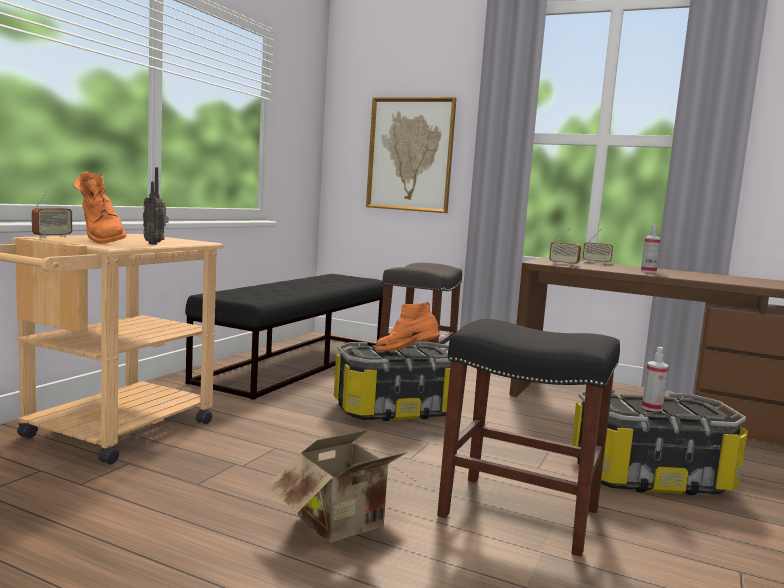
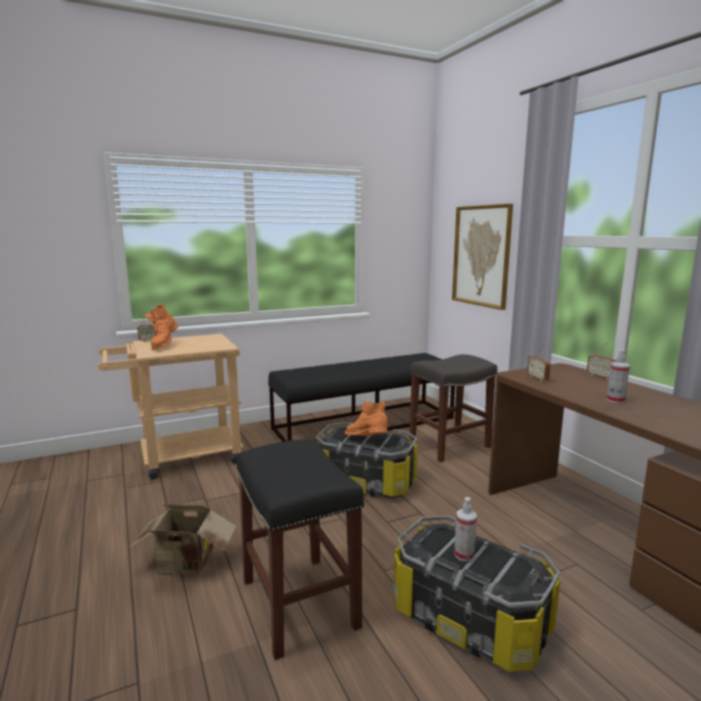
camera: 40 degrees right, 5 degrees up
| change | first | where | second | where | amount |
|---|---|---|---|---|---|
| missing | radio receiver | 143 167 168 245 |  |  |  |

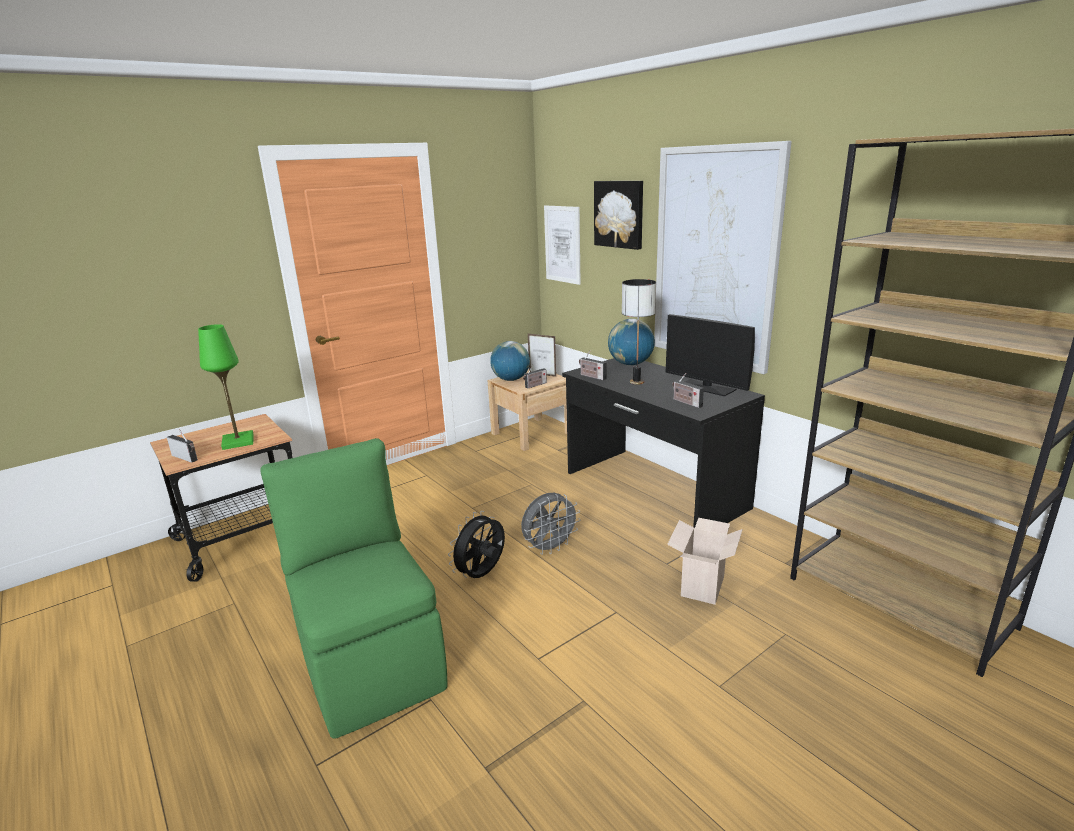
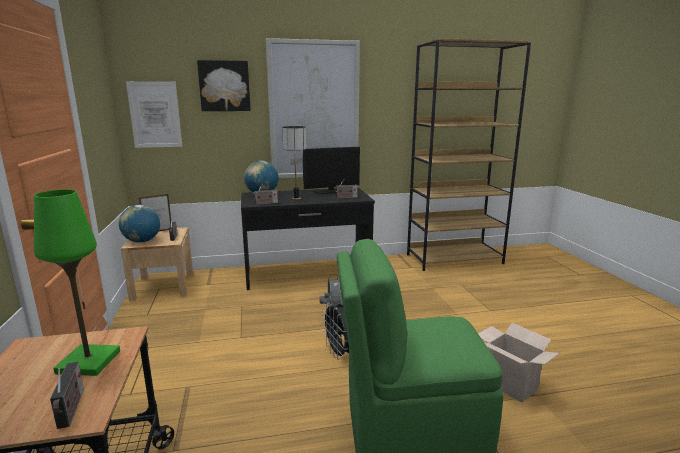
camera: 65 degrees left, 5 degrees down
| change | first | where | second | where | amount |
|---|---|---|---|---|---|
| relocated | packing box | 667 518 743 605 |  | 478 323 559 403 |  |
| spun | radio receiver | 167 429 198 463 |  | 50 362 84 429 | 105 degrees clockwise |

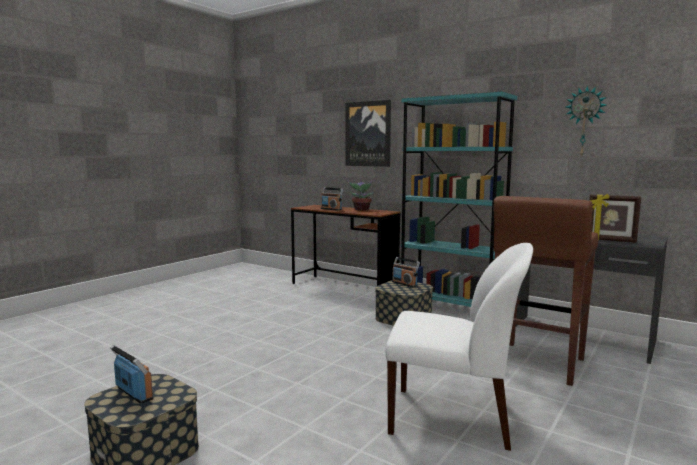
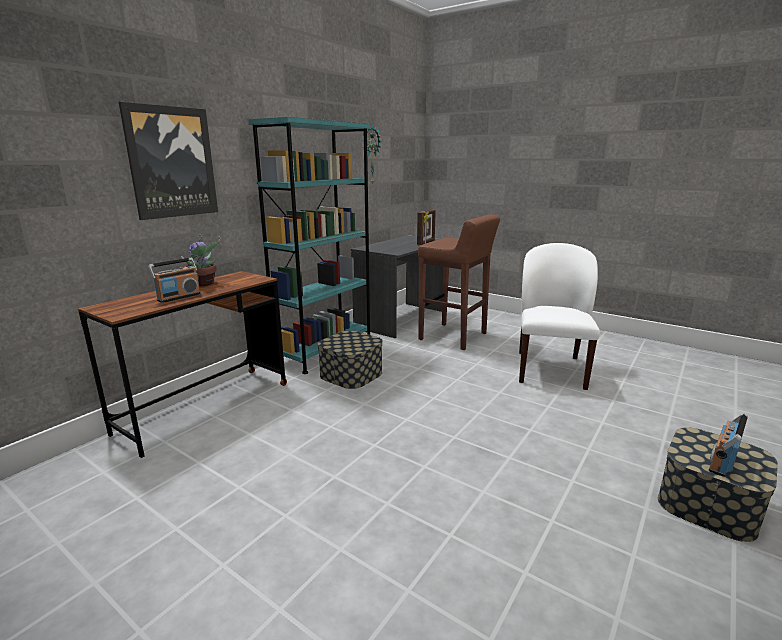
camera: 90 degrees left, 10 degrees up
| change | first | where | second | where | amount |
|---|---|---|---|---|---|
| missing | radio receiver | 392 257 420 287 |  |  |  |

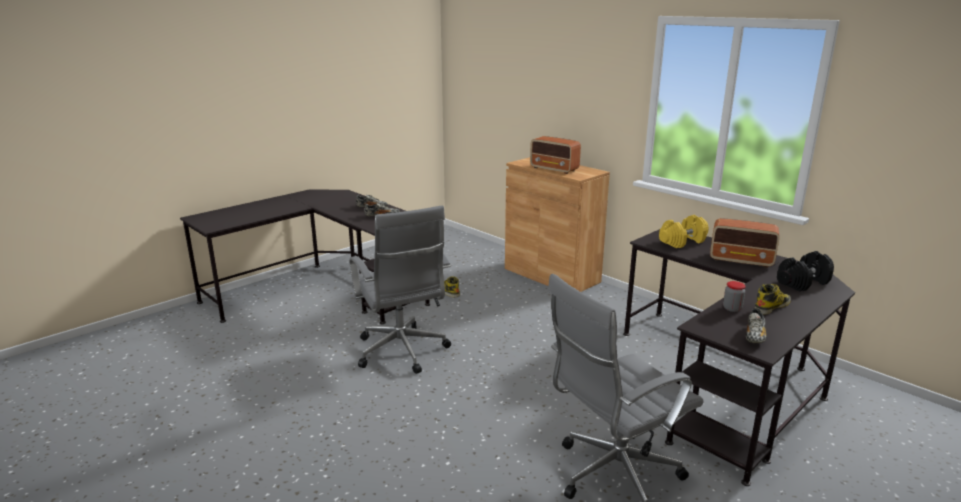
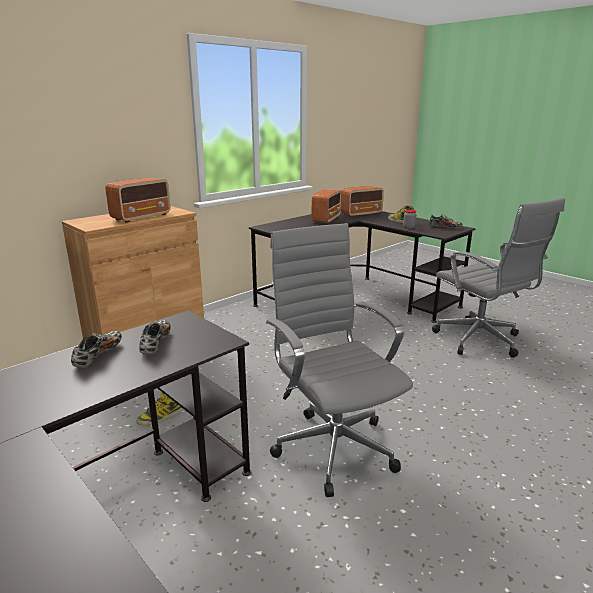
camera: 90 degrees left, 0 degrees up
| change | first | where | second | where | amount |
|---|---|---|---|---|---|
| missing | yellowish hand weight | 659 215 709 248 |  |  |  |
| exchanged | black-coloured hand weight | 777 251 834 292 | radio receiver | 341 186 384 217 |  |
| spun | grey office chair | 349 205 451 374 |  | 266 223 413 497 | 90 degrees counterclockwise |

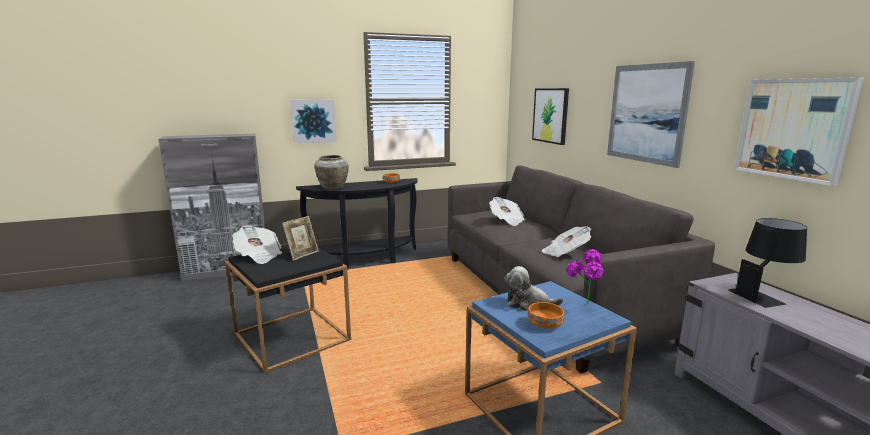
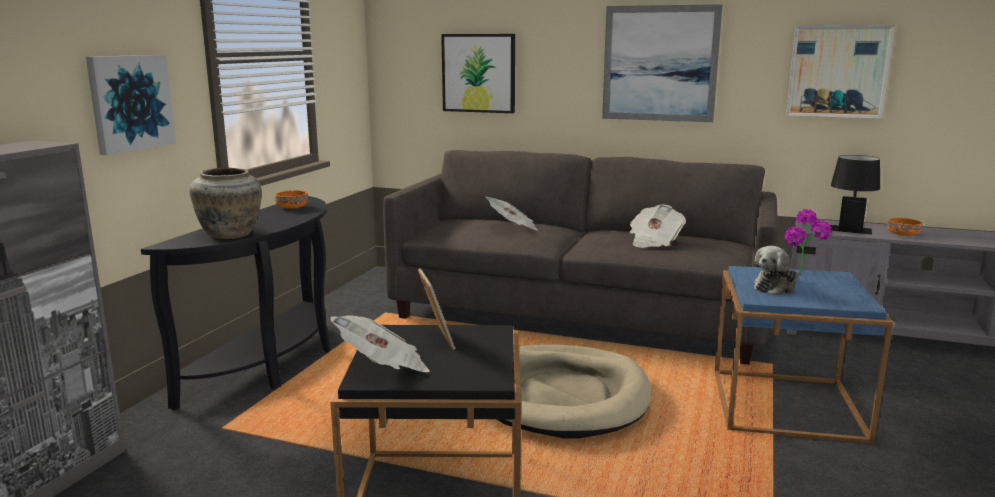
camera: 50 degrees left, 0 degrees up
| change | first | where | second | where | amount |
|---|---|---|---|---|---|
| appeared |  |  | beige dog bed | 496 345 651 438 |  |
| relocated | orange-coloured bowl | 528 302 564 329 |  | 887 218 922 236 |  |

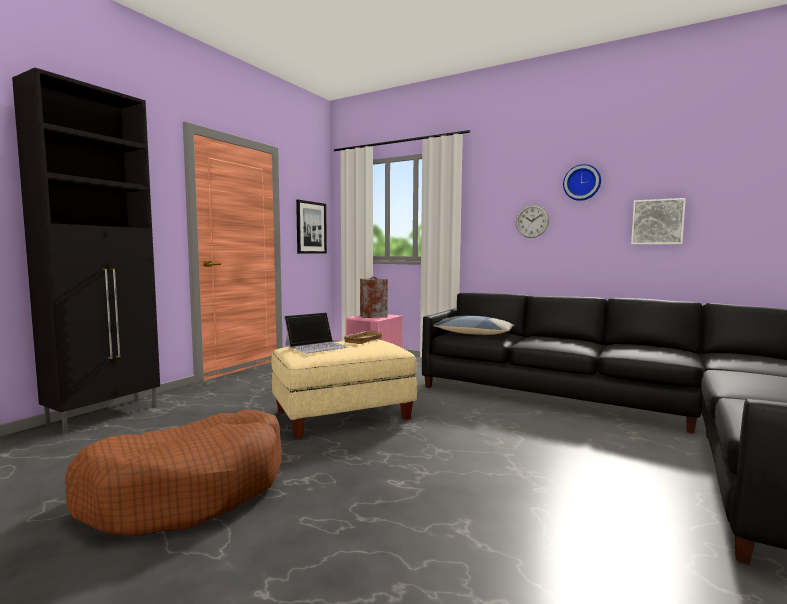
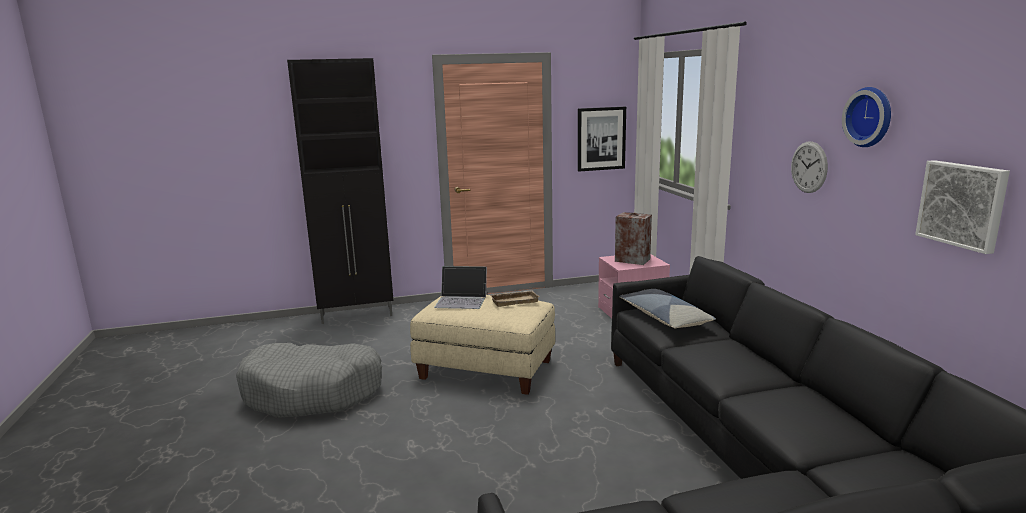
camera: 45 degrees right, 10 degrees up
| change | first | where | second | where | amount |
|---|---|---|---|---|---|
| colour | brownish dog bed | 65 410 282 536 | grey dog bed | 236 343 382 418 |  |

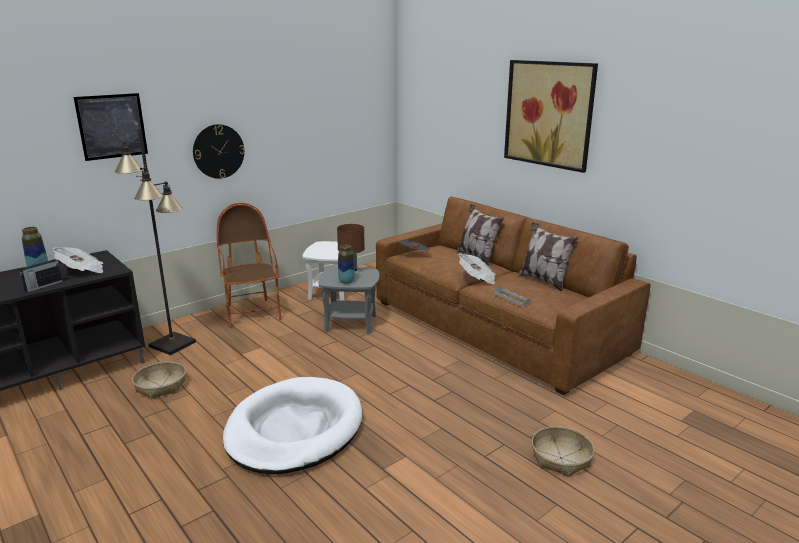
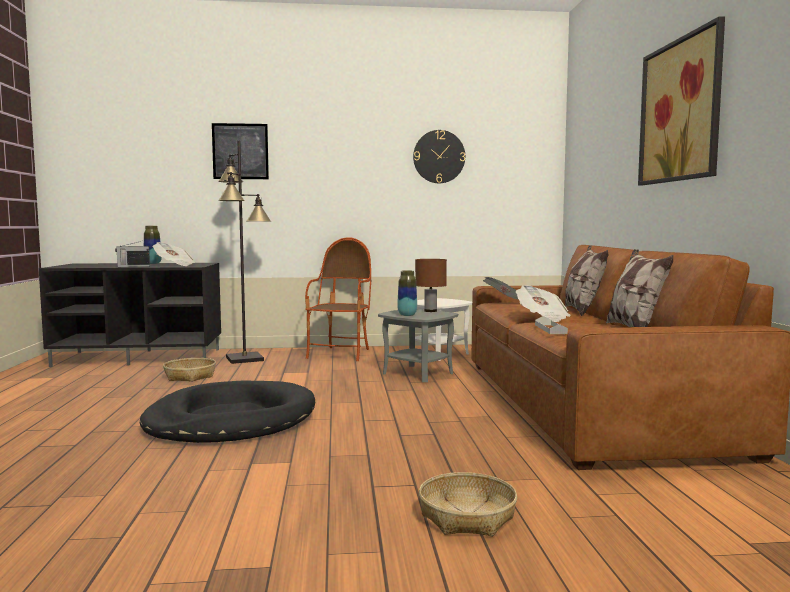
camera: 35 degrees right, 15 degrees down
| change | first | where | second | where | amount |
|---|---|---|---|---|---|
| relocated | hanging clock | 193 124 245 179 |  | 413 130 465 183 |  |
| colour | white-coloured dog bed | 223 377 362 474 | black-coloured dog bed | 140 380 315 443 |  |

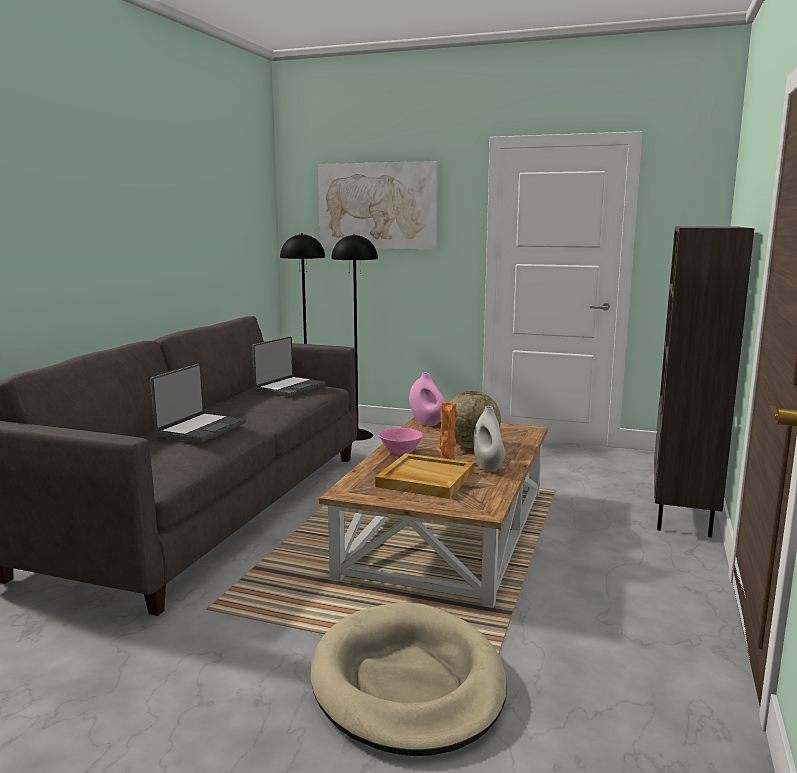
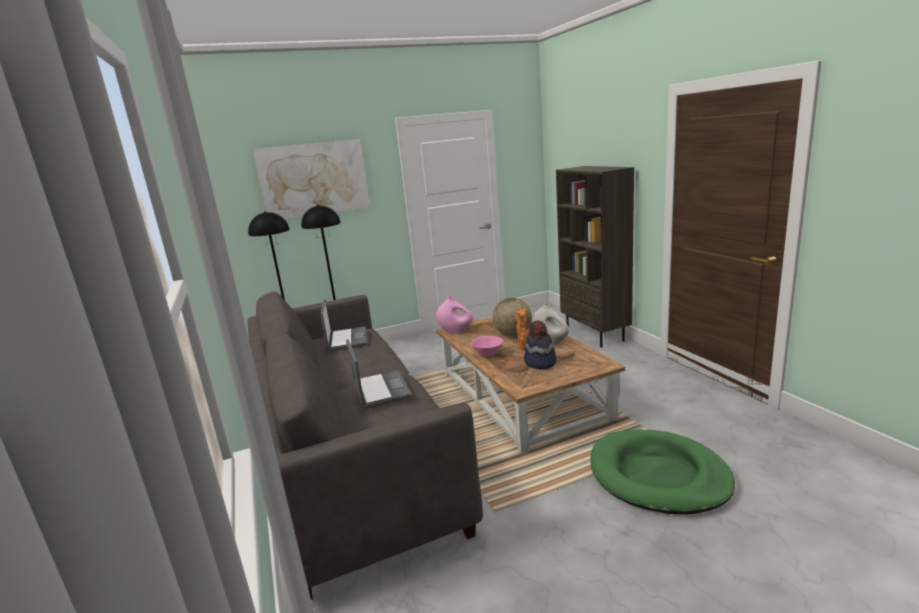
camera: 40 degrees left, 5 degrees up
| change | first | where | second | where | amount |
|---|---|---|---|---|---|
| exchanged | beige carrying tray | 375 453 474 499 | hat | 524 320 556 369 |  |
| colour | beige dog bed | 310 603 507 756 | greenish dog bed | 591 429 735 515 |  |

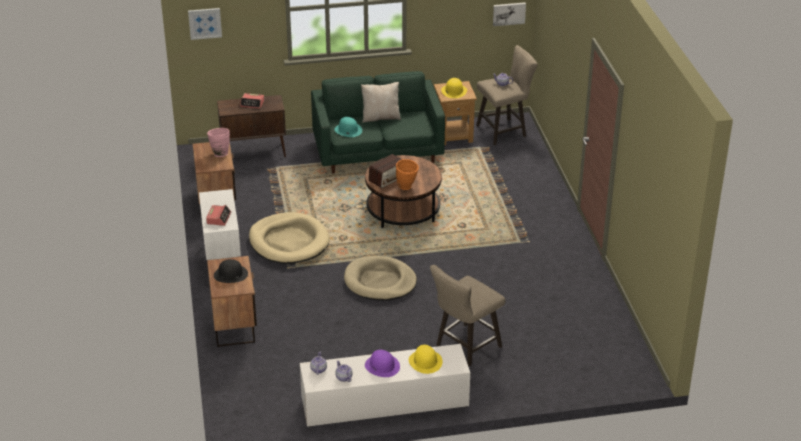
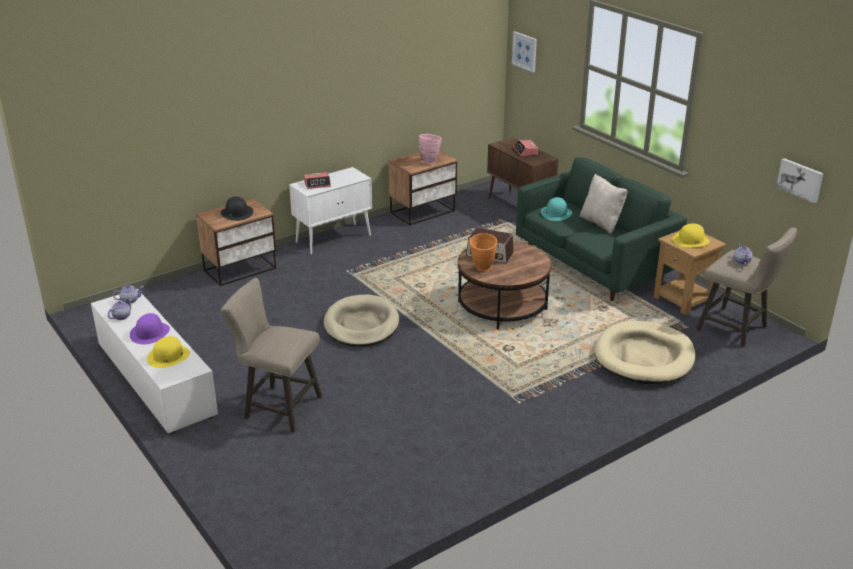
camera: 65 degrees right, 5 degrees down
| change | first | where | second | where | amount |
|---|---|---|---|---|---|
| relocated | beige dog bed | 249 212 330 264 |  | 594 321 695 384 |  |

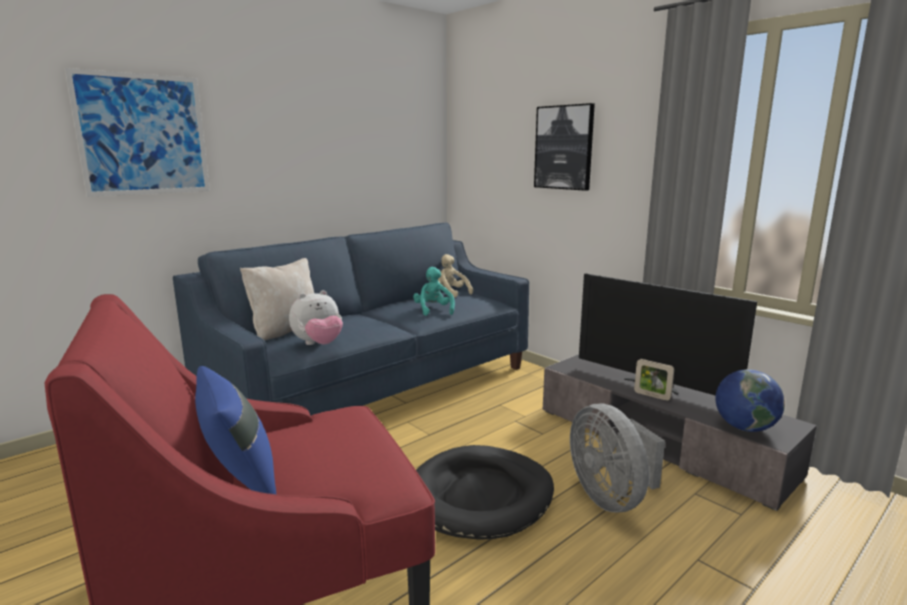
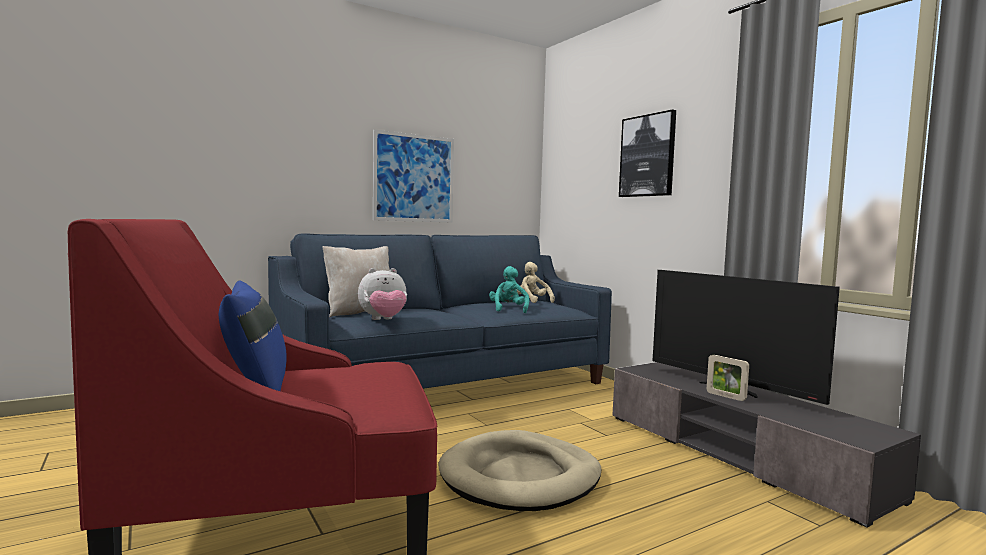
camera: 10 degrees right, 10 degrees down
| change | first | where | second | where | amount |
|---|---|---|---|---|---|
| missing | grey cooling fan | 570 403 665 512 |  |  |  |
| missing | desk globe | 715 369 785 432 |  |  |  |
| relocated | picture | 65 68 210 197 |  | 373 129 454 223 |  |
| colour | black-coloured dog bed | 416 445 554 540 | beige dog bed | 439 430 601 511 |  |

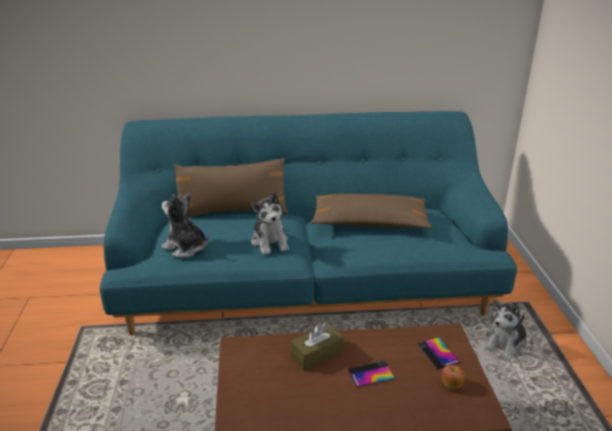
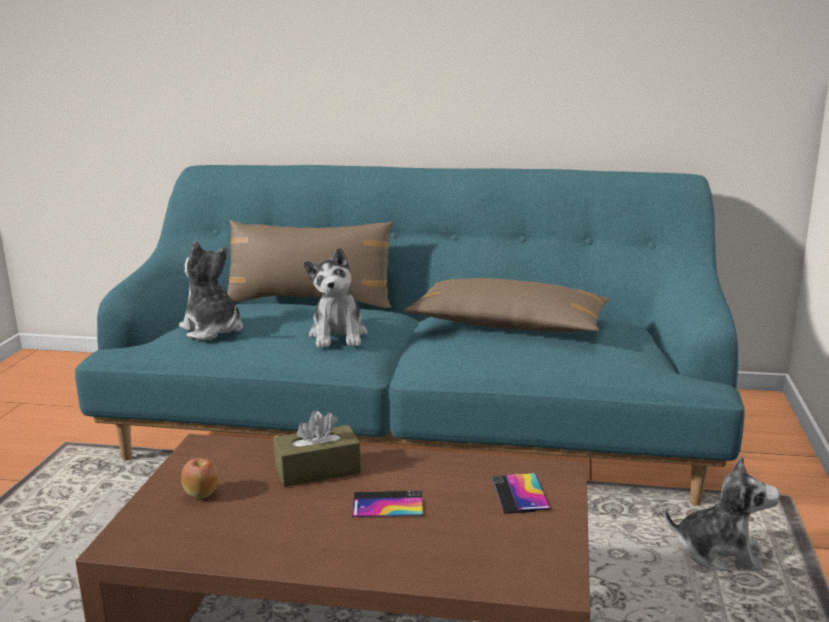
camera: 15 degrees right, 10 degrees down
| change | first | where | second | where | amount |
|---|---|---|---|---|---|
| relocated | apple | 442 364 465 389 |  | 181 458 218 499 |  |
| spun | cuddly toy | 484 299 527 361 |  | 664 456 780 571 | 135 degrees counterclockwise |

